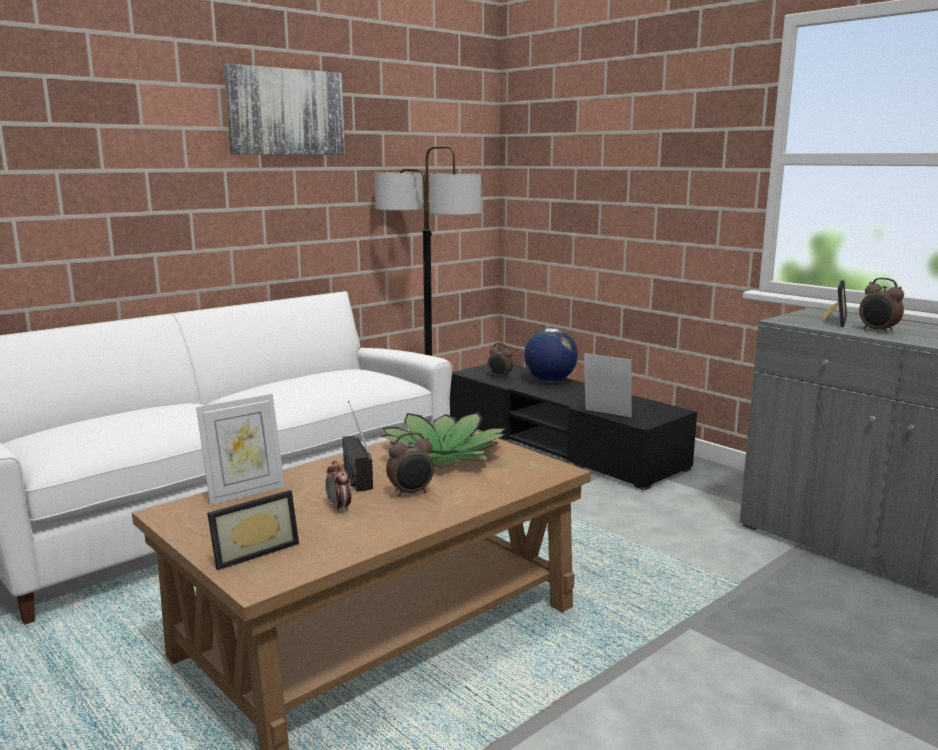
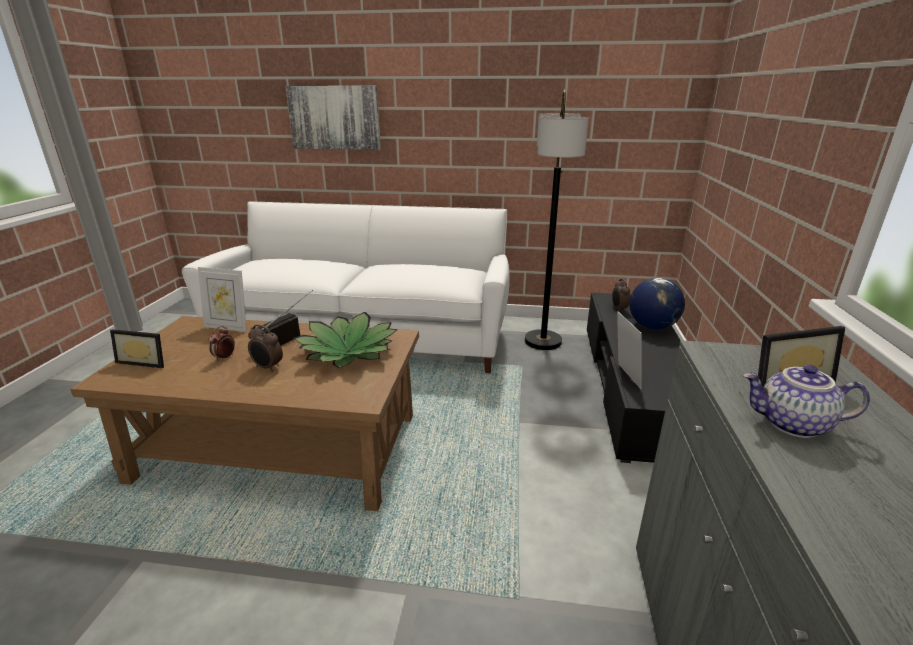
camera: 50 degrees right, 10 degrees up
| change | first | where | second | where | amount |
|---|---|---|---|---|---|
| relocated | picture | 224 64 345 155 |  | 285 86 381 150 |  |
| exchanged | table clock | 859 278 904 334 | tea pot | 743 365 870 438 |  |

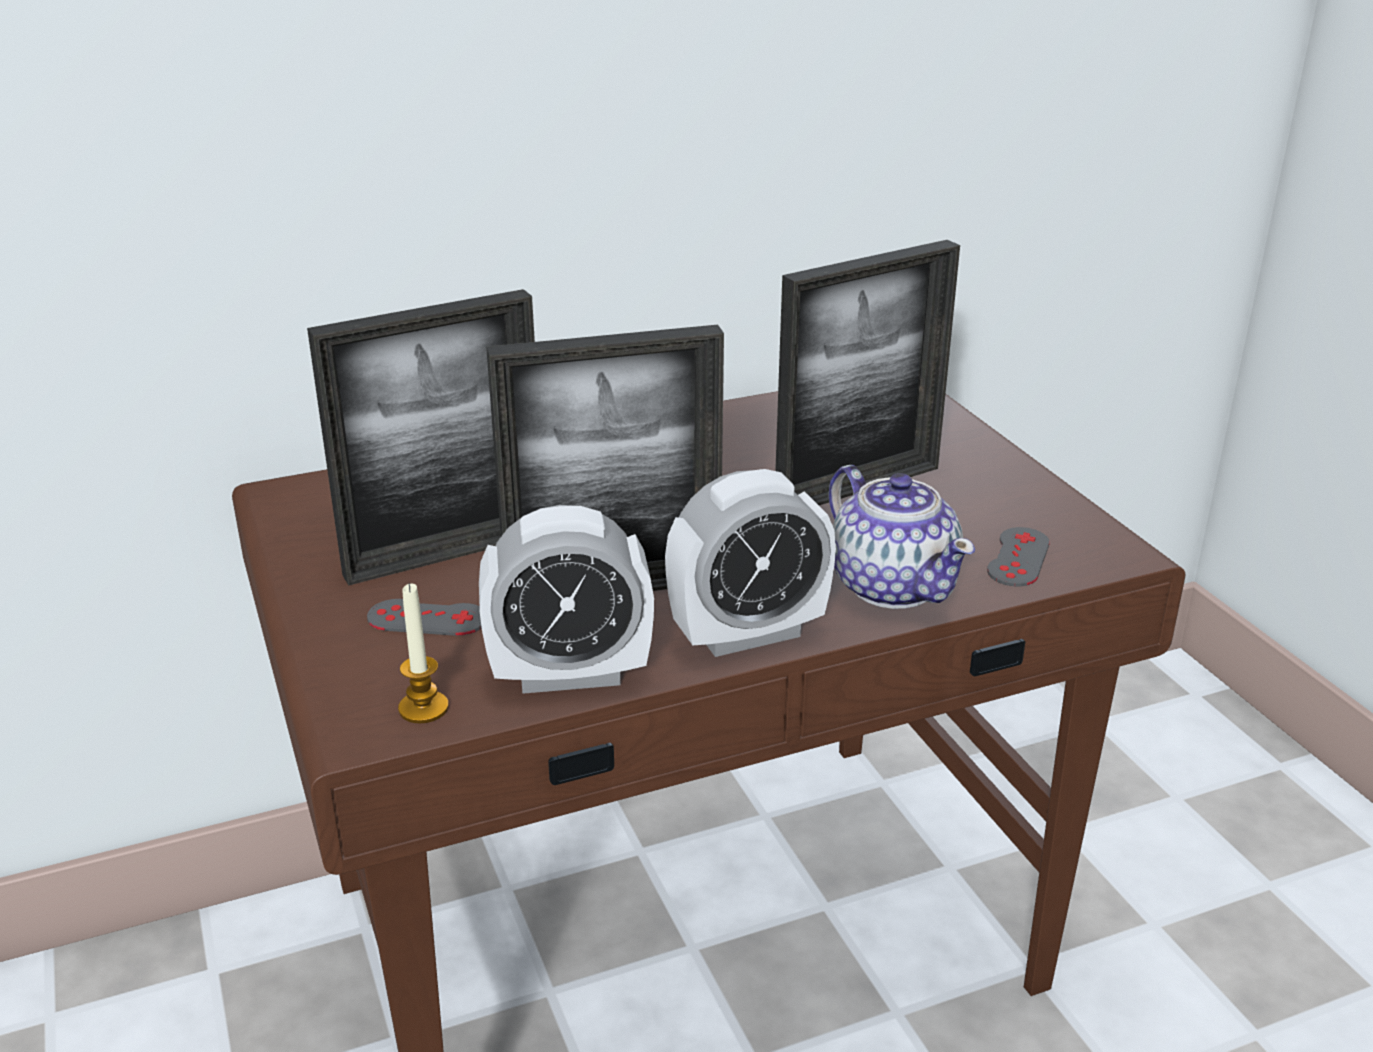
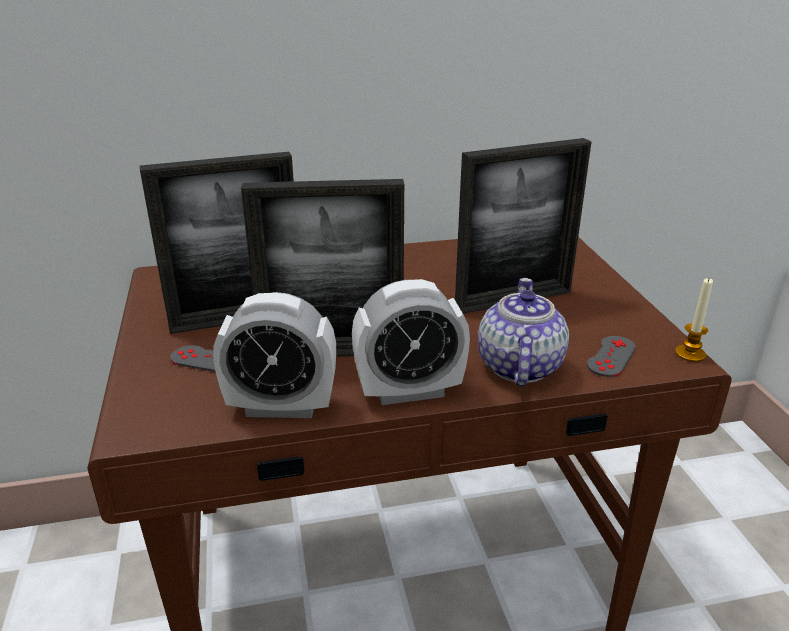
camera: 10 degrees right, 0 degrees up
| change | first | where | second | where | amount |
|---|---|---|---|---|---|
| relocated | wax light | 398 583 449 724 |  | 675 278 713 362 |  |
| spun | tea pot | 829 465 975 609 |  | 478 278 569 386 | 150 degrees counterclockwise |

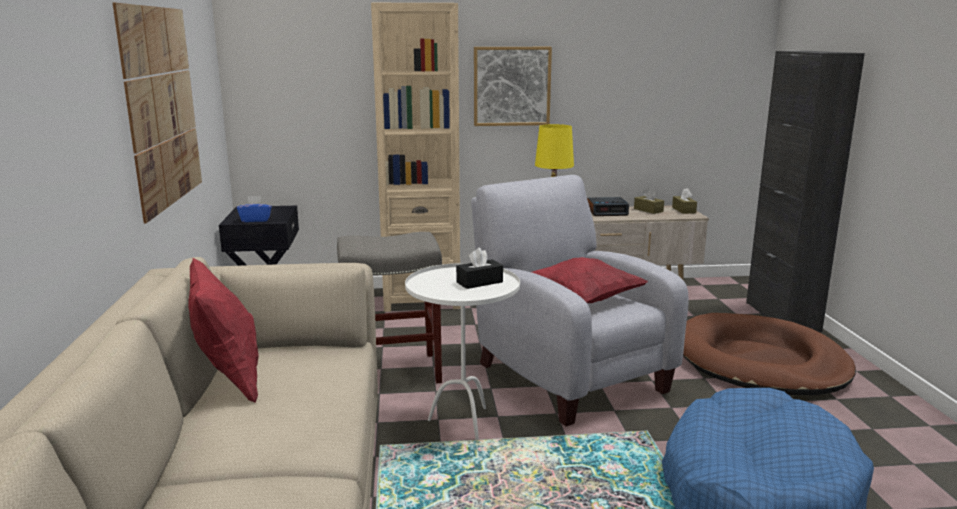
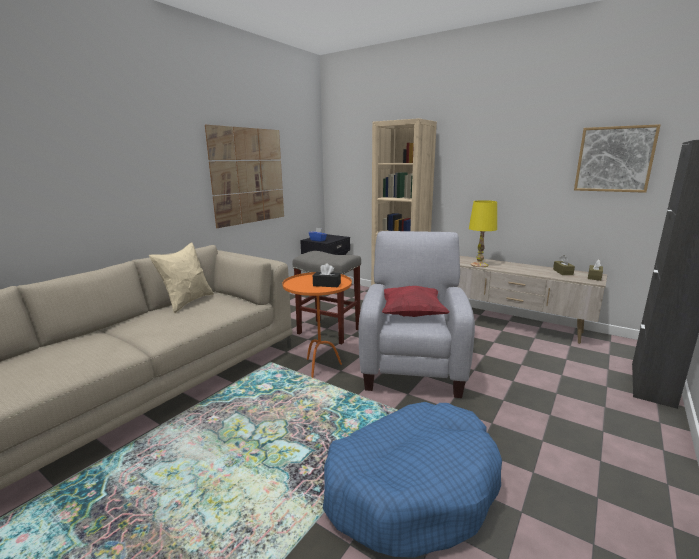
camera: 40 degrees right, 0 degrees up
| change | first | where | second | where | amount |
|---|---|---|---|---|---|
| missing | table clock | 587 197 629 216 |  |  |  |
| missing | brownish dog bed | 683 313 856 395 |  |  |  |
| relocated | picture | 474 47 552 126 |  | 574 124 660 193 |  |
| colour | red cushion | 189 257 259 403 | beige cushion | 149 242 214 313 |  |
| colour | white-coloured accent table | 405 263 520 440 | orange-coloured accent table | 282 272 352 378 |  |

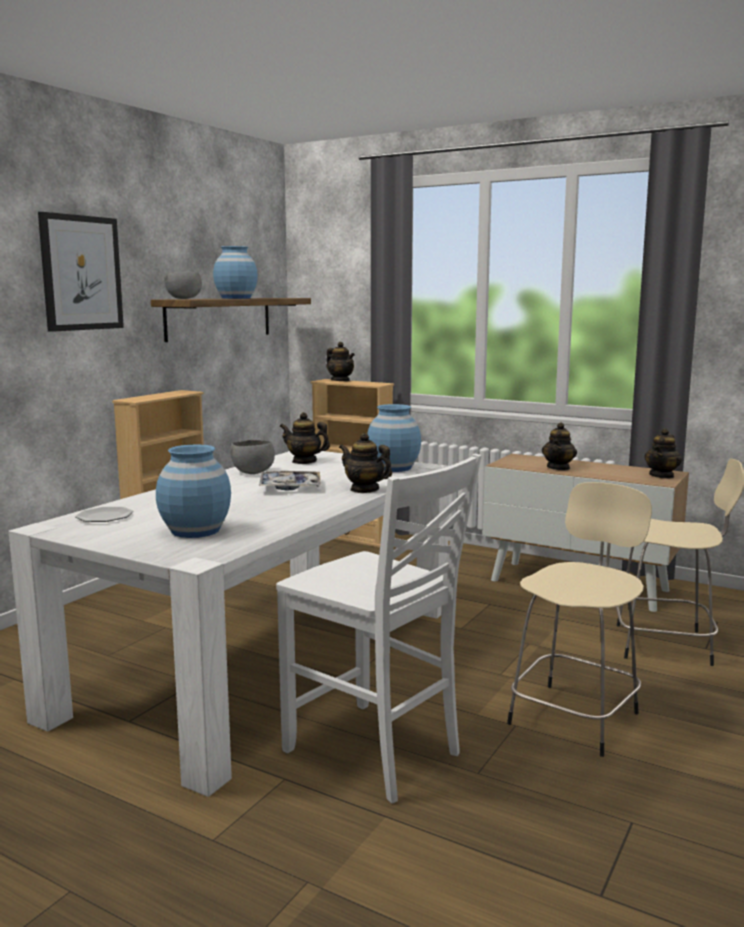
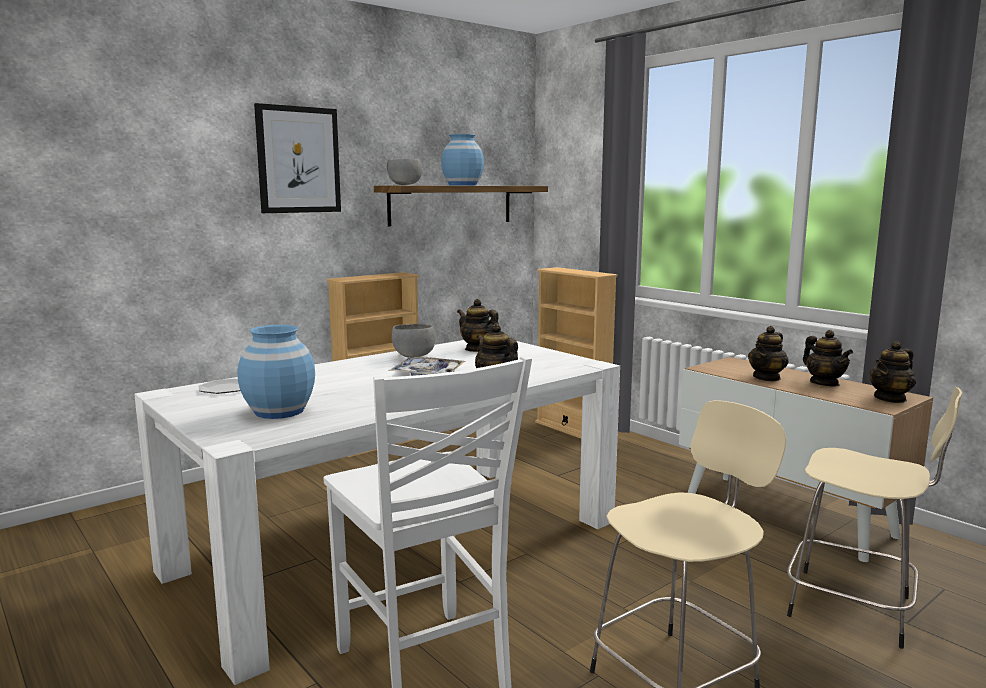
camera: 20 degrees right, 0 degrees up
| change | first | where | second | where | amount |
|---|---|---|---|---|---|
| missing | bluish vase | 367 404 421 472 |  |  |  |
| relocated | tea pot | 326 342 355 381 |  | 803 330 853 386 |  |

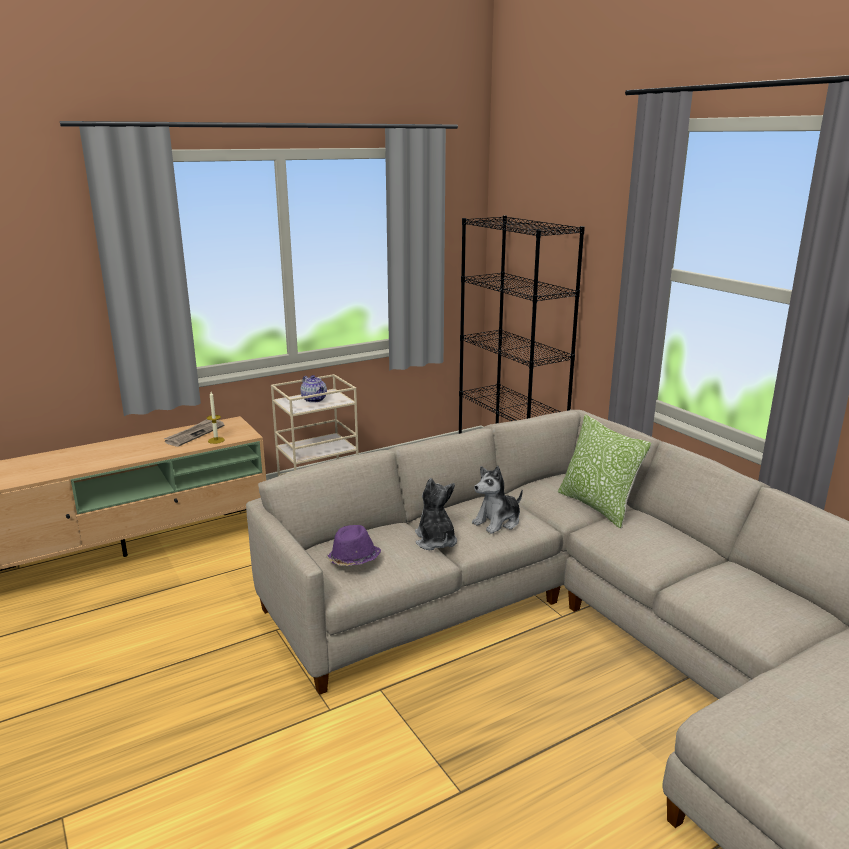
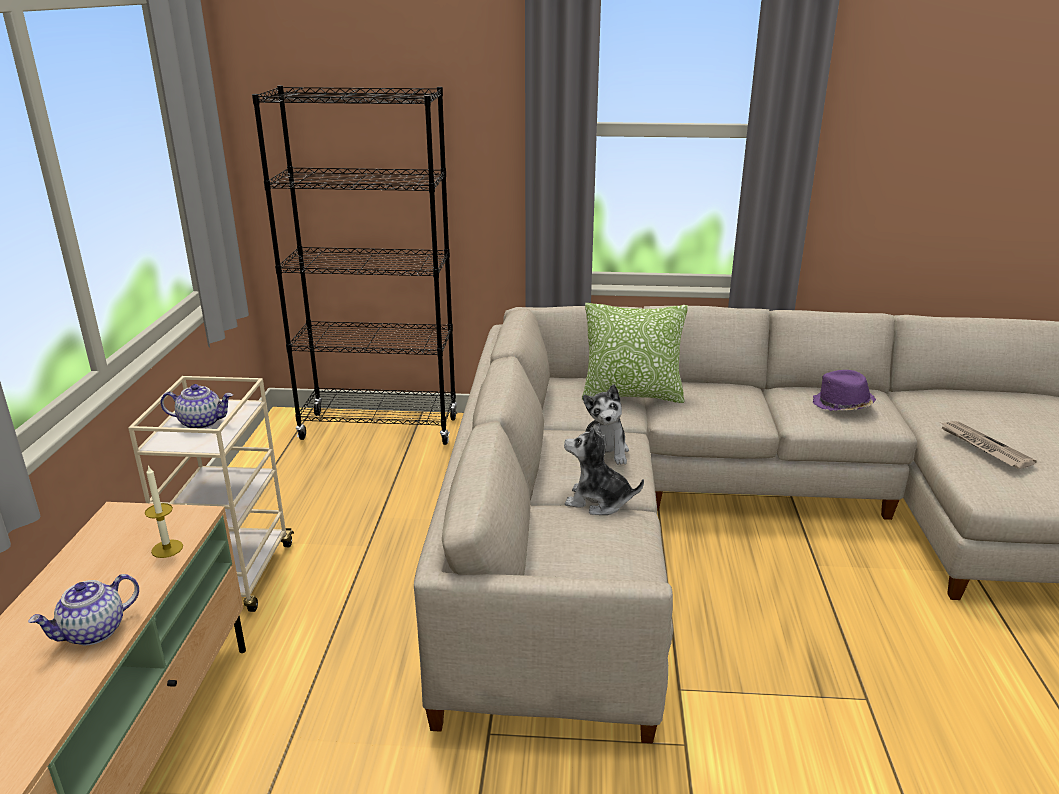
camera: 55 degrees left, 5 degrees up
| change | first | where | second | where | amount |
|---|---|---|---|---|---|
| appeared |  |  | tea pot | 28 574 139 645 |  |
| relocated | newspaper | 164 419 225 447 |  | 941 421 1037 469 |  |
| relocated | purple-coloured hat | 326 525 381 566 |  | 813 370 876 411 |  |

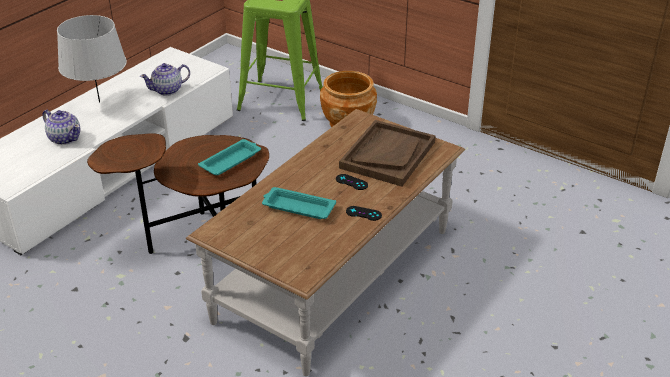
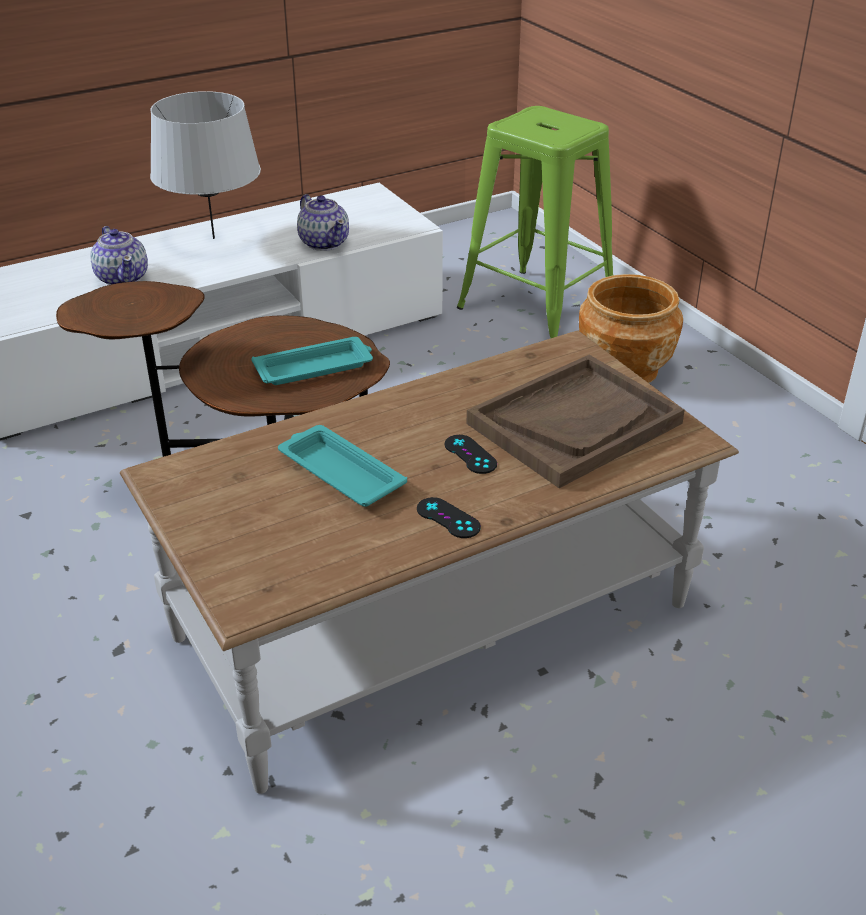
camera: 25 degrees right, 0 degrees up
| change | first | where | second | where | amount |
|---|---|---|---|---|---|
| spun | tea pot | 140 63 190 96 |  | 297 194 349 251 | 120 degrees counterclockwise |

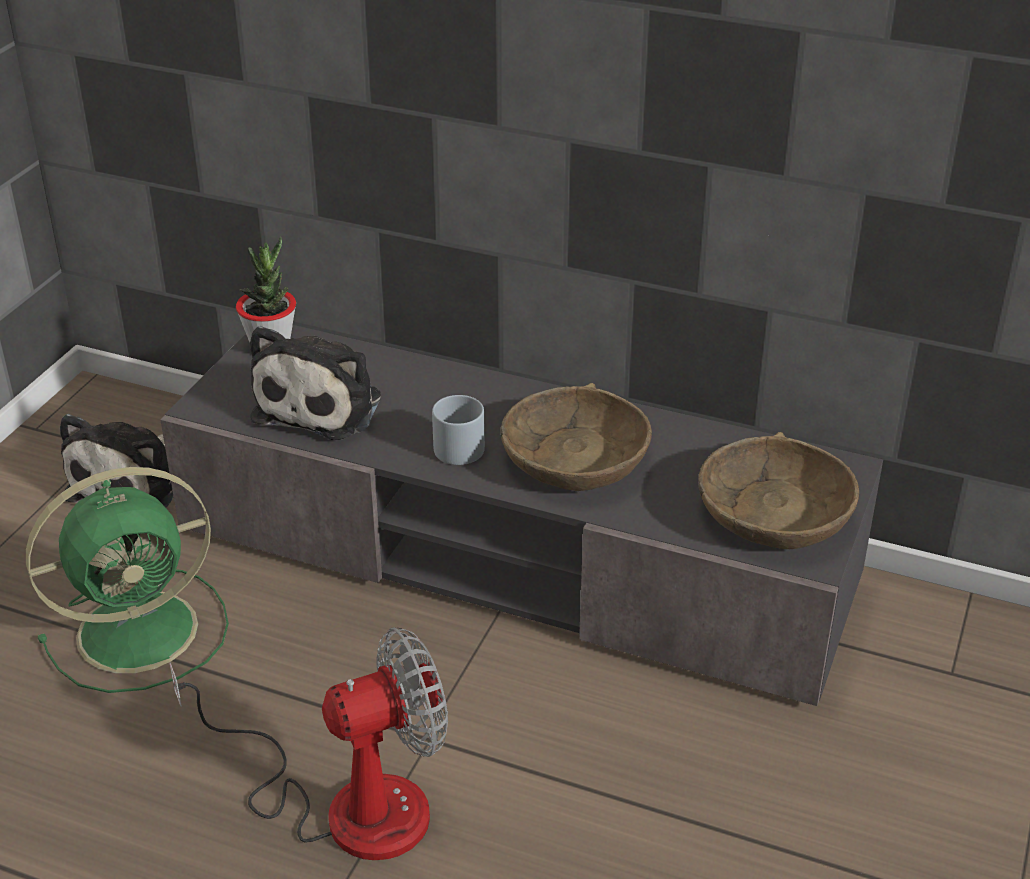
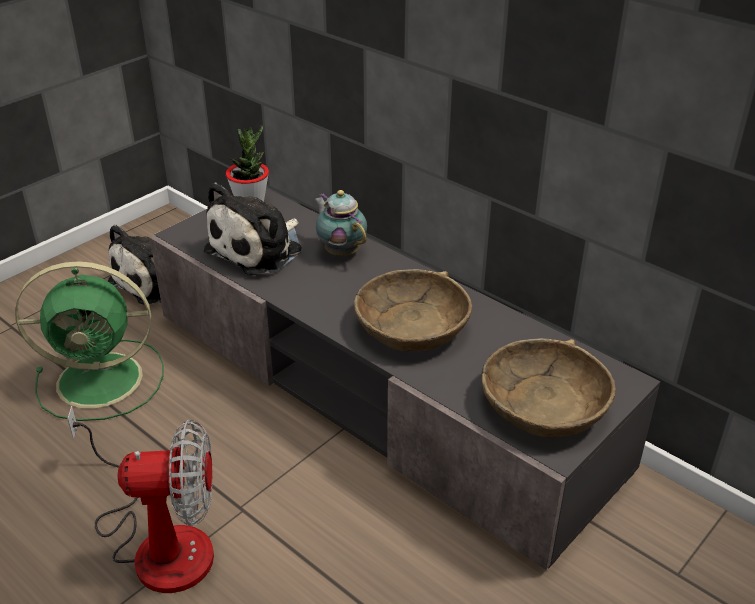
camera: 20 degrees right, 0 degrees up
| change | first | where | second | where | amount |
|---|---|---|---|---|---|
| missing | grey tea mug | 432 395 485 465 |  |  |  |
| appeared |  |  | tea pot | 314 190 367 256 |  |

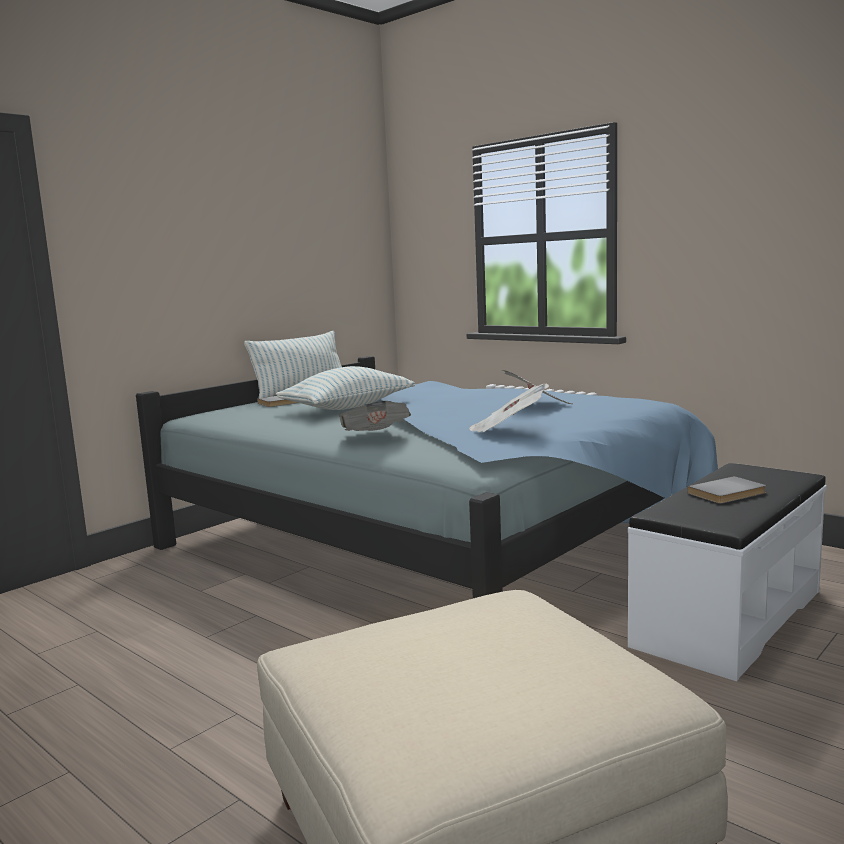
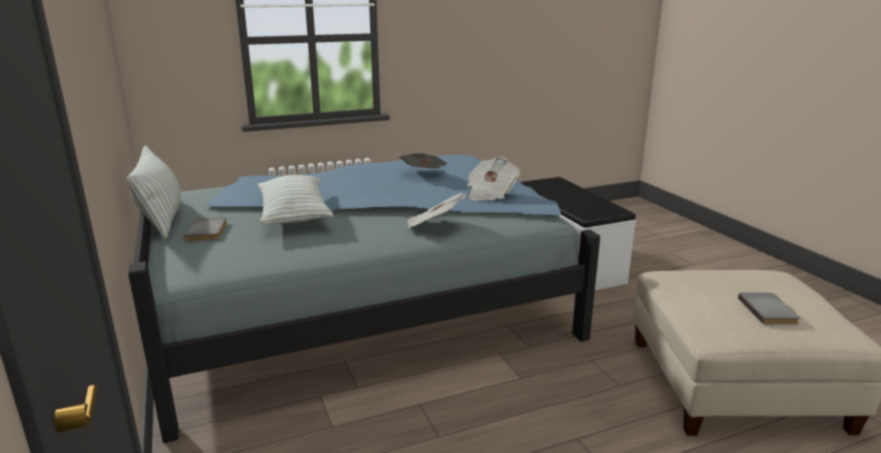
camera: 65 degrees left, 10 degrees up
| change | first | where | second | where | amount |
|---|---|---|---|---|---|
| relocated | grey book | 687 476 766 504 |  | 738 293 800 325 |  |

